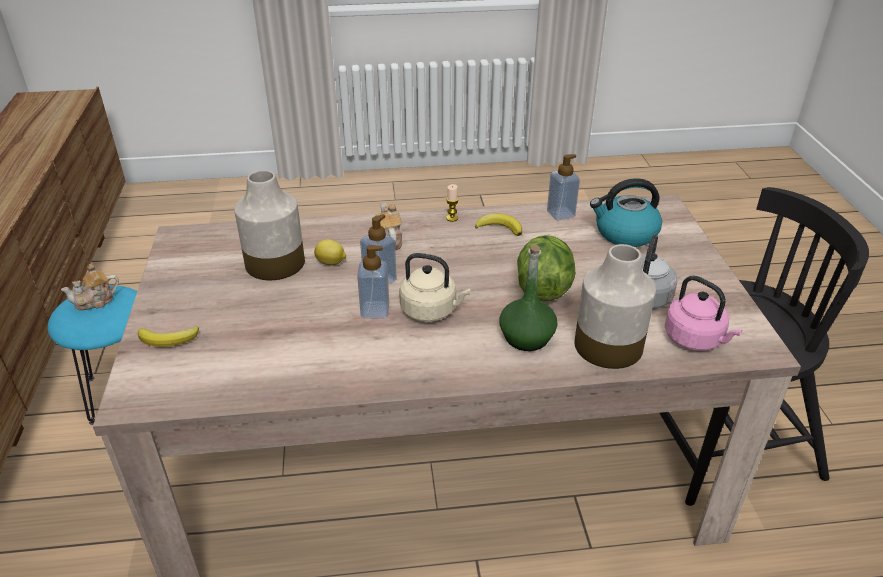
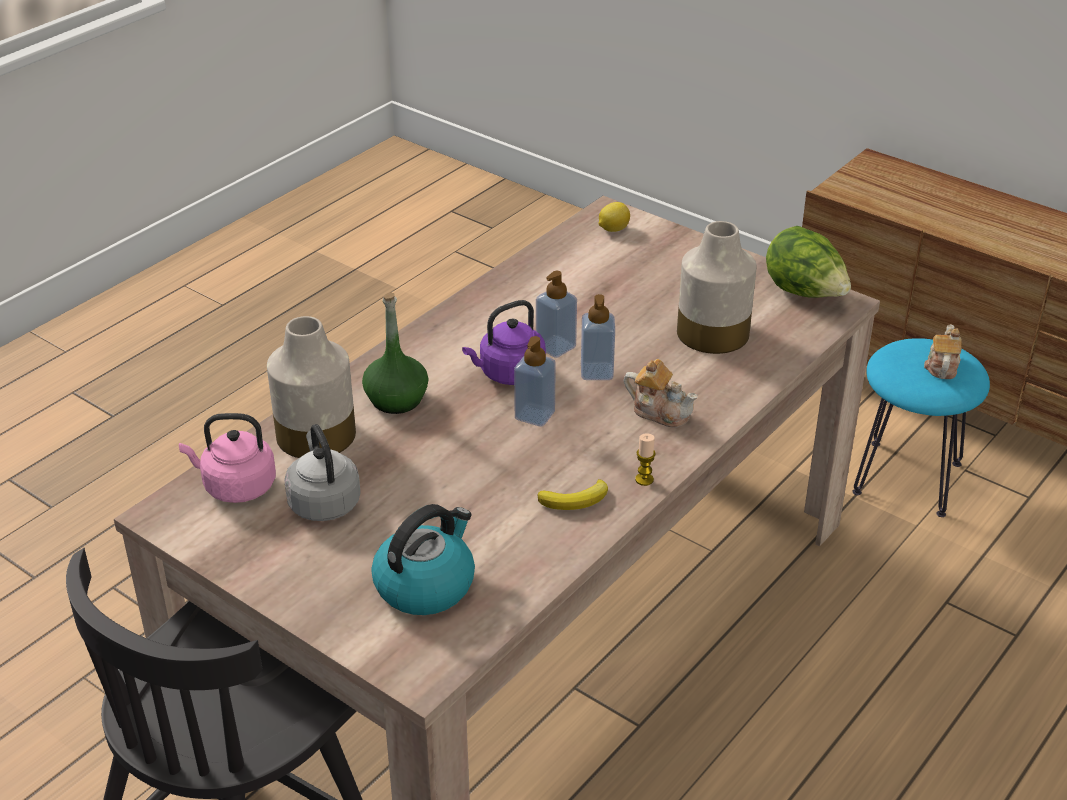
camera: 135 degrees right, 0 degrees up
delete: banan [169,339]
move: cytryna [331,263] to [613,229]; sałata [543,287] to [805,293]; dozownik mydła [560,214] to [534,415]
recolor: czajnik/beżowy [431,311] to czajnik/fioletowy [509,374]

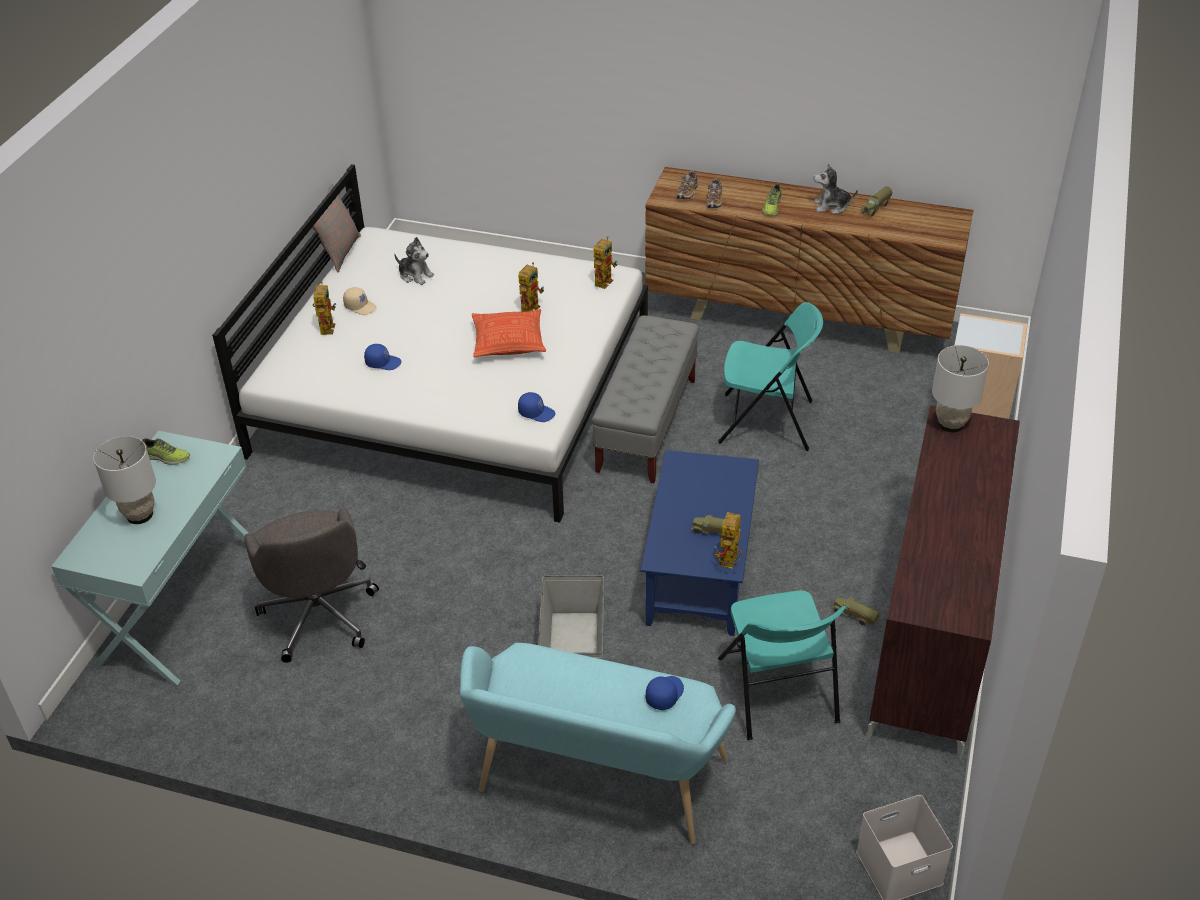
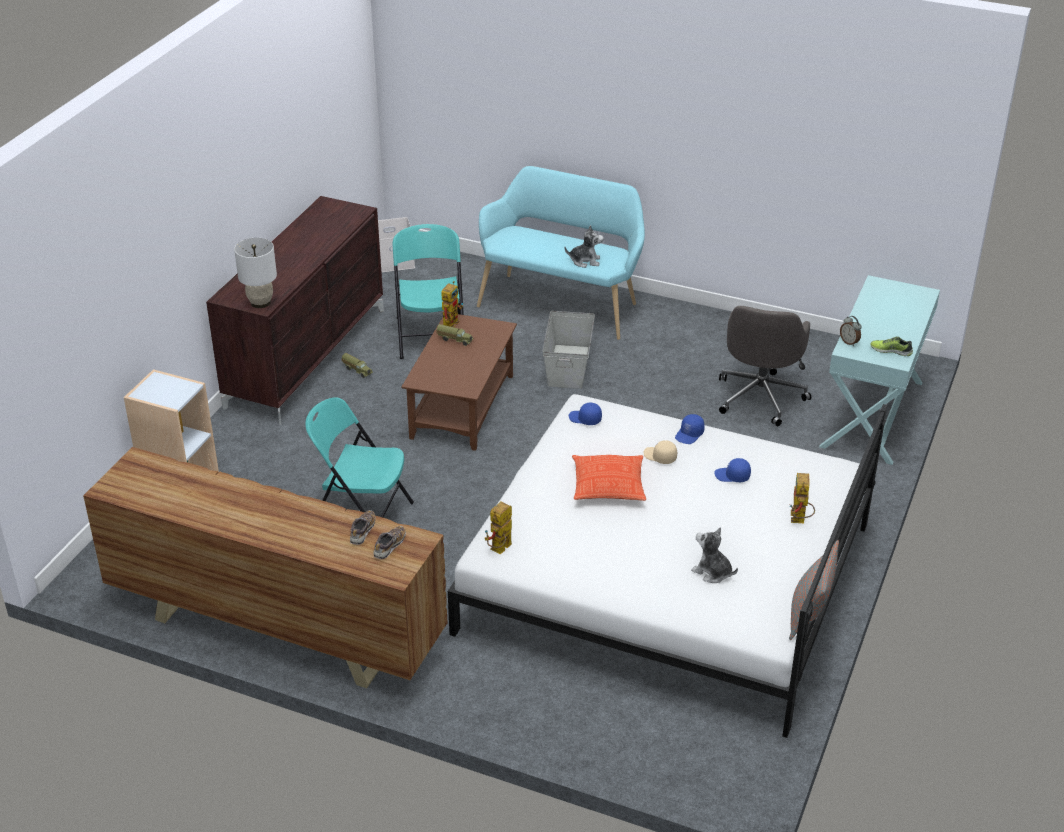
camera: 175 degrees left, 5 degrees down
delete: lampa stołowa/biały [139,515]; robot zabawkowy [531,306]; ławka/szary [647,425]; but [771,207]; ciężarówka zabawkowa [876,208]
insert: budzik [849,342]
move: czapka z daszkiem/beżowy [360,306] to [659,457]; czapka z daszkiem/niebieski [664,694] to [689,435]; pluszak [831,206] to [585,261]
recolor: ława/niebieski [700,571] to ława/brązowy [462,406]
rotate: krzesło biurowe/szary [320,617] = [760,398] 150 degrees counterclockwise

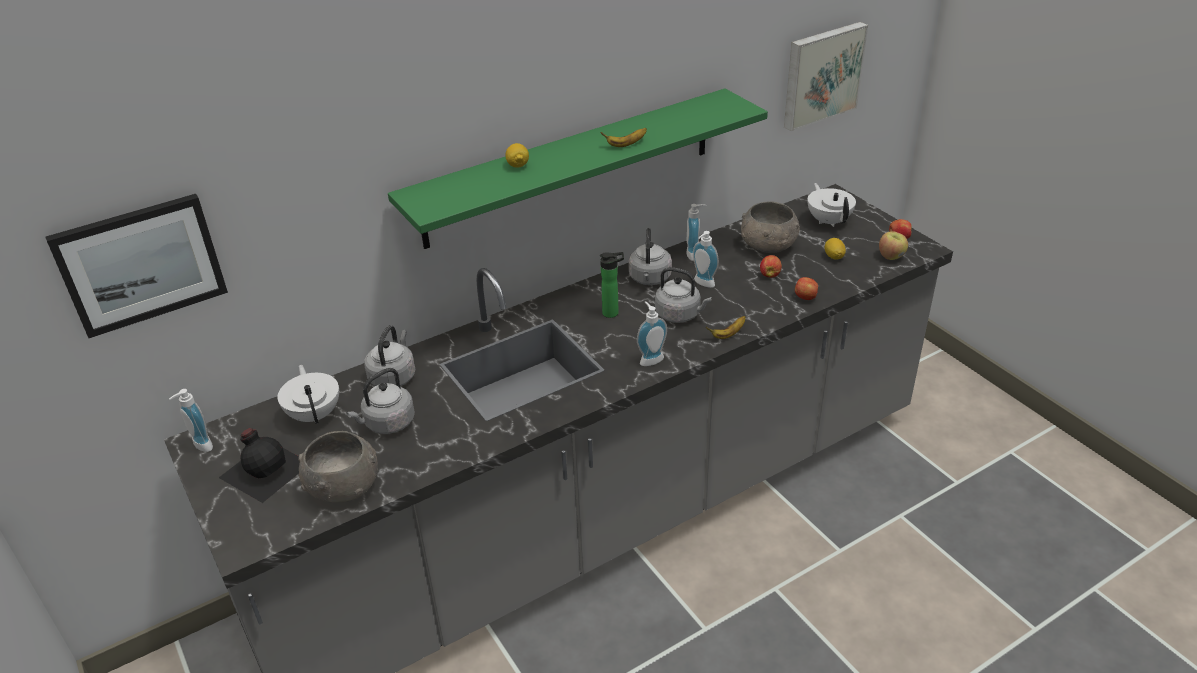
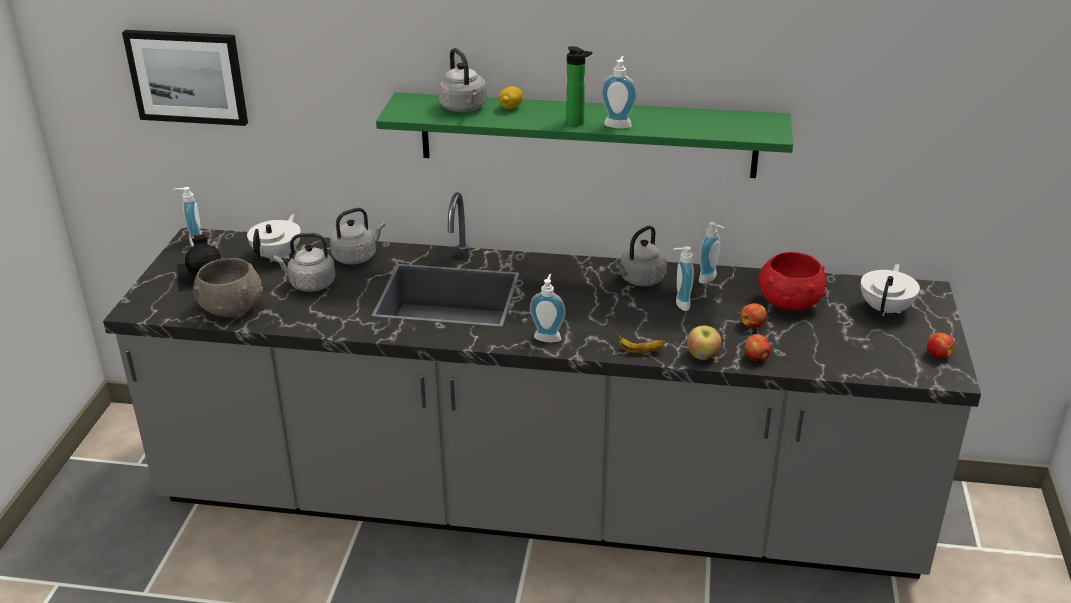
camera: 40 degrees right, 5 degrees down
delete: obraz [821,75]; cytryna [834,256]
move: butelka [613,313] to [577,123]; czajnik/szary [680,315] to [464,108]; jabłko [891,256] to [703,356]
replace: banan [626,144] to dozownik mydła [618,124]
recolor: miska/szary [768,246] to miska/czerwony [789,303]

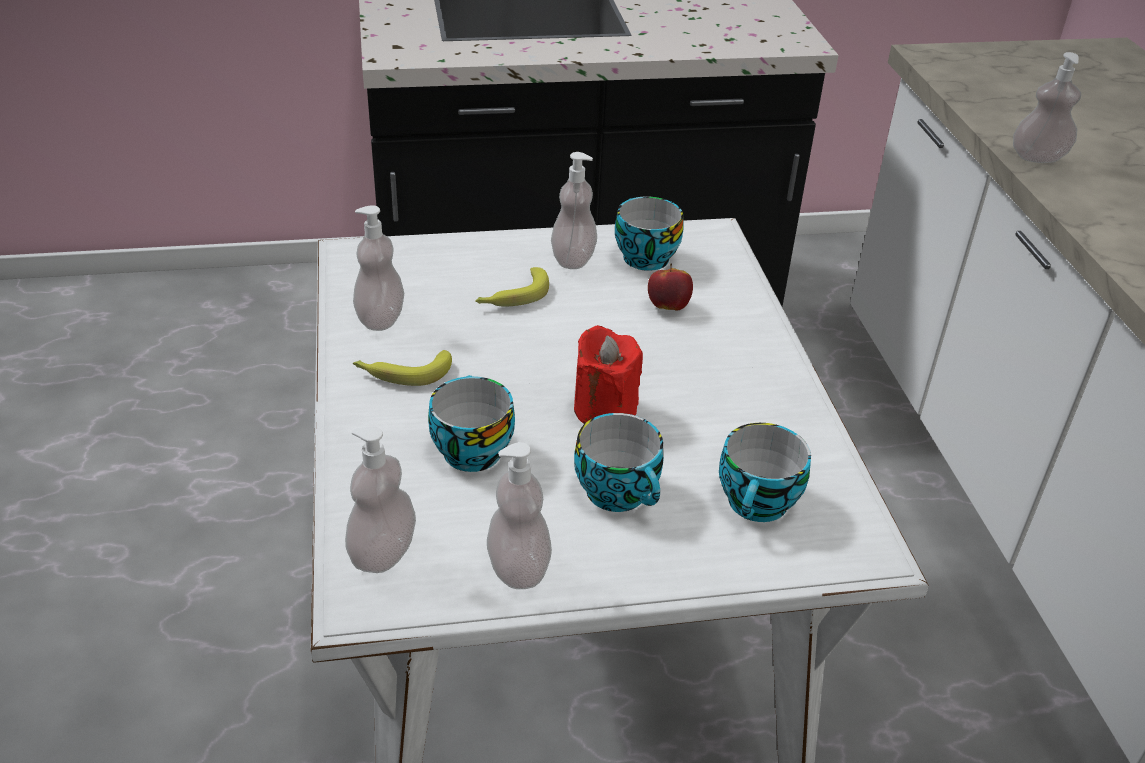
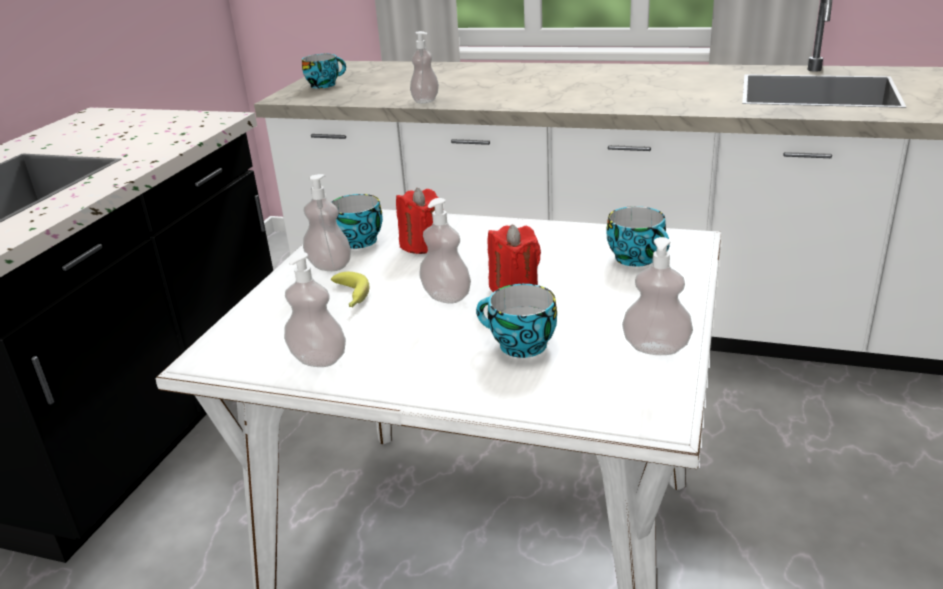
camera: 60 degrees left, 10 degrees down
delete: banan [402,372]
move: dozownik mydła [383,552] to [446,296]; filiżanka [621,493] to [325,85]
replace: jabłko [668,307] to świeca/czerwony [422,245]

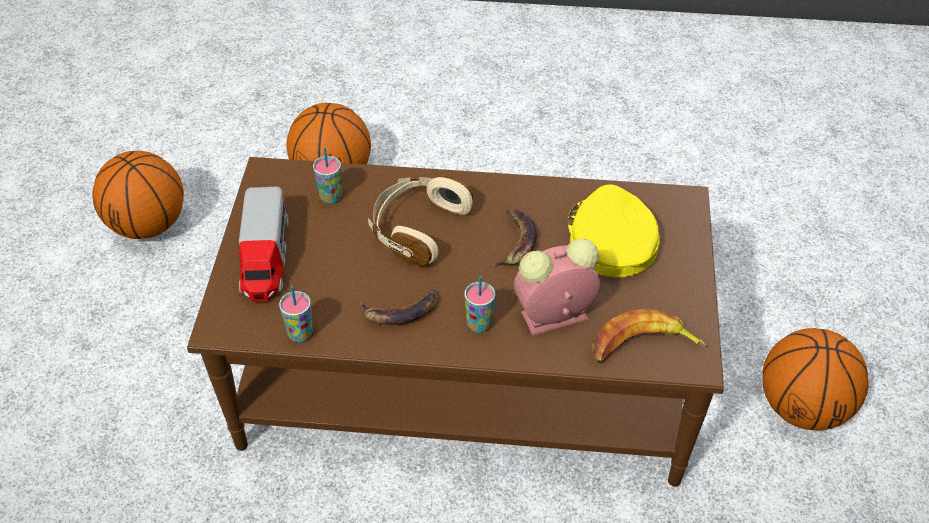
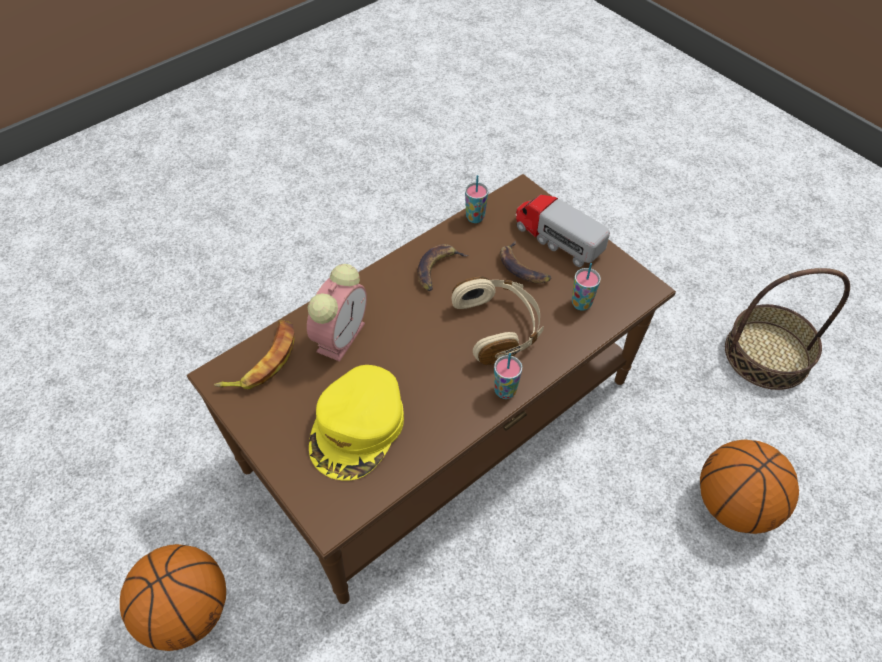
camera: 135 degrees right, 5 degrees up
move: filiżanka [479,325] to [505,391]; banan [515,241] to [522,267]
replace: piłka do koszykówki [147,225] to koszyk [767,354]
rotate: czapka z daszkiem/żółty [610,239] = [358,427] 75 degrees clockwise

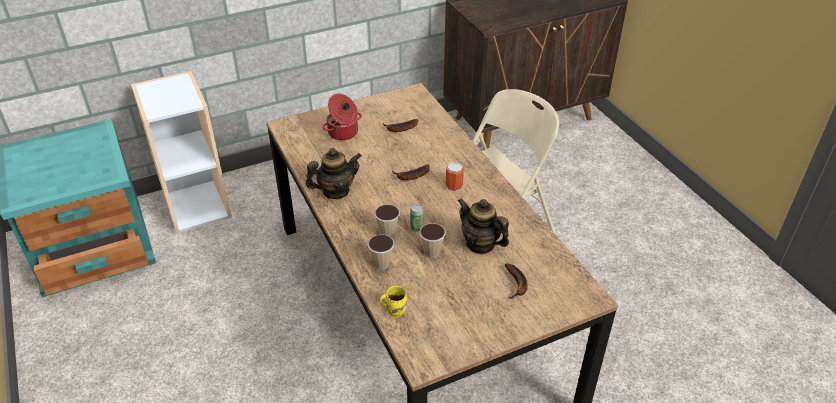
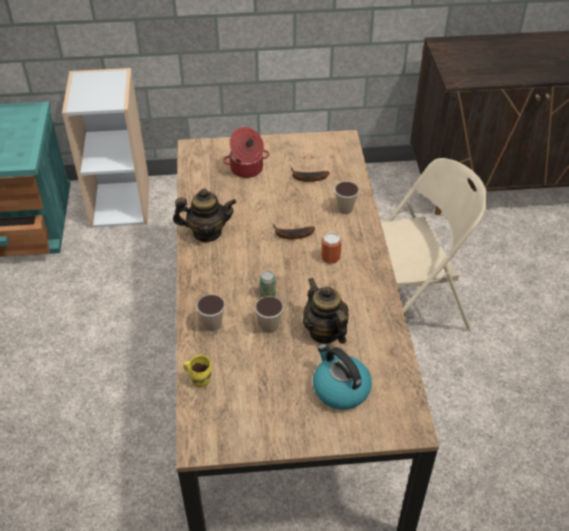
camera: 20 degrees right, 5 degrees up
move: filiżanka [387,232] to [345,209]
replace: banan [517,284] to czajnik [340,389]

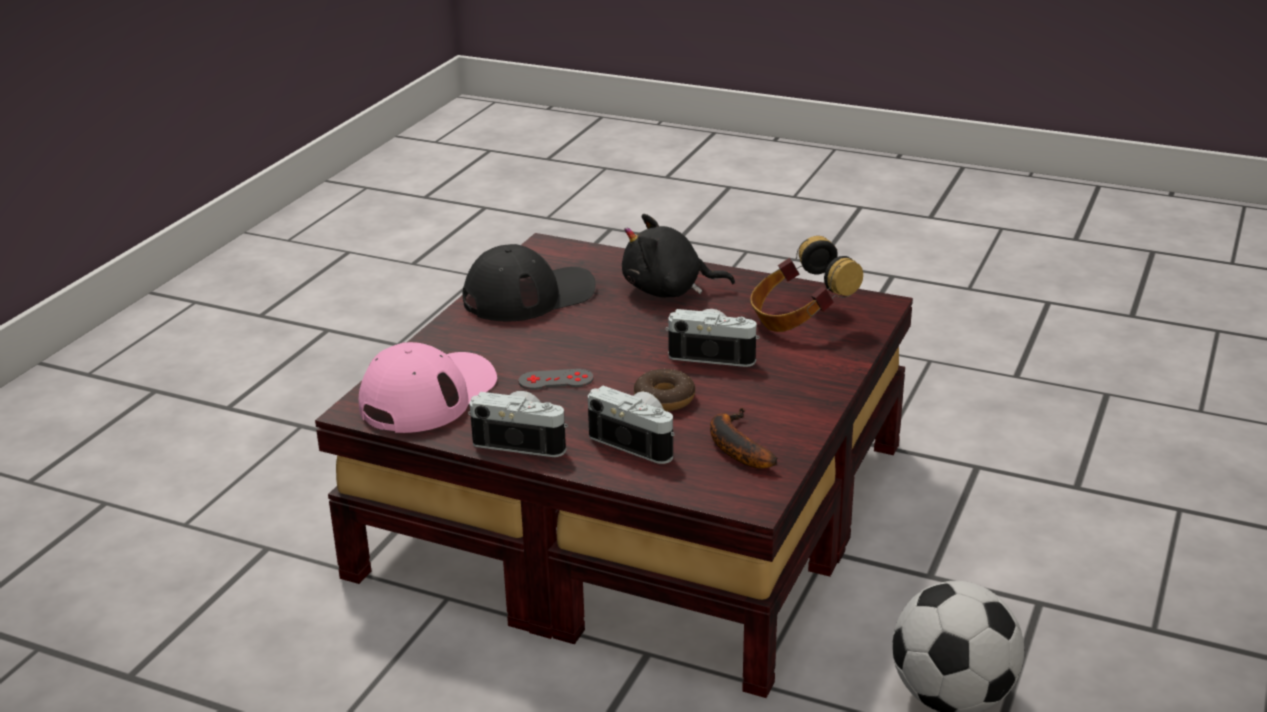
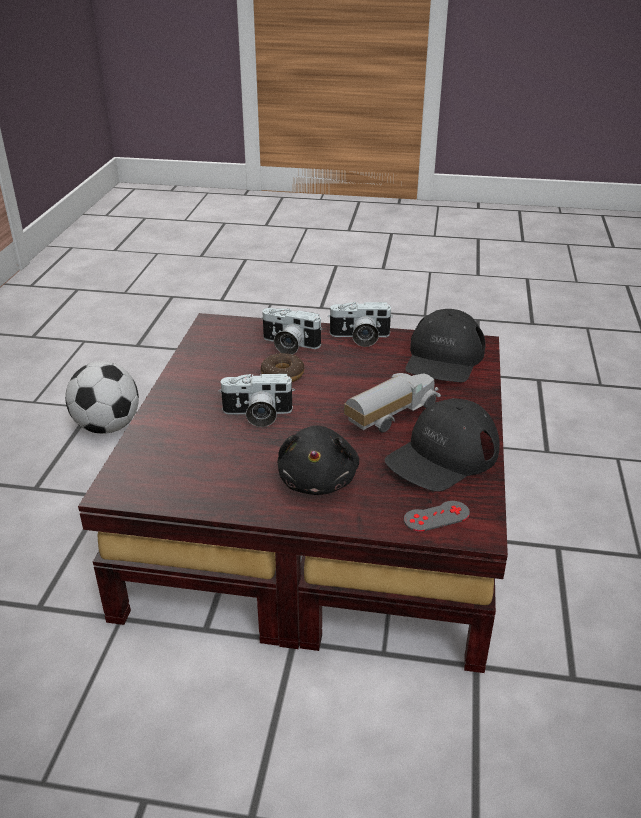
camera: 165 degrees right, 5 degrees up
delete: banan [734,446]; słuchawki [799,320]
insert: ciężarówka zabawkowa [391,415]
move: pad do gier/szary [556,380] to [436,516]
recolor: czapka z daszkiem/różowy [428,395] to czapka z daszkiem/czarny [444,358]
rotate: pluszak/czarny [668,290] = [318,480] 105 degrees clockwise

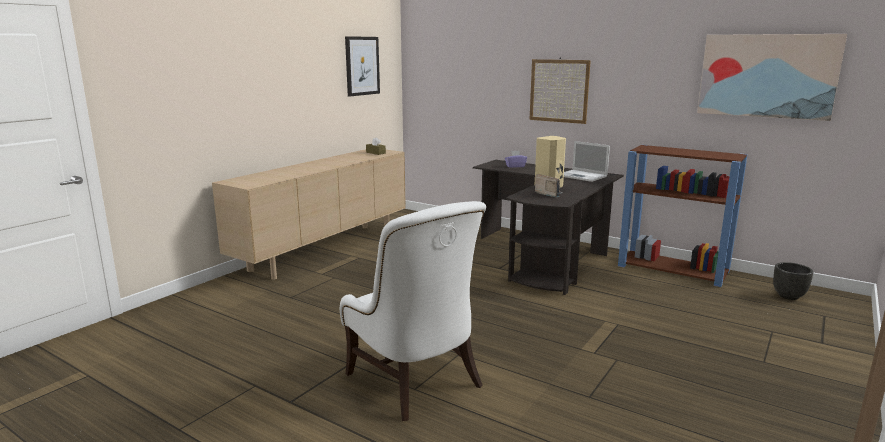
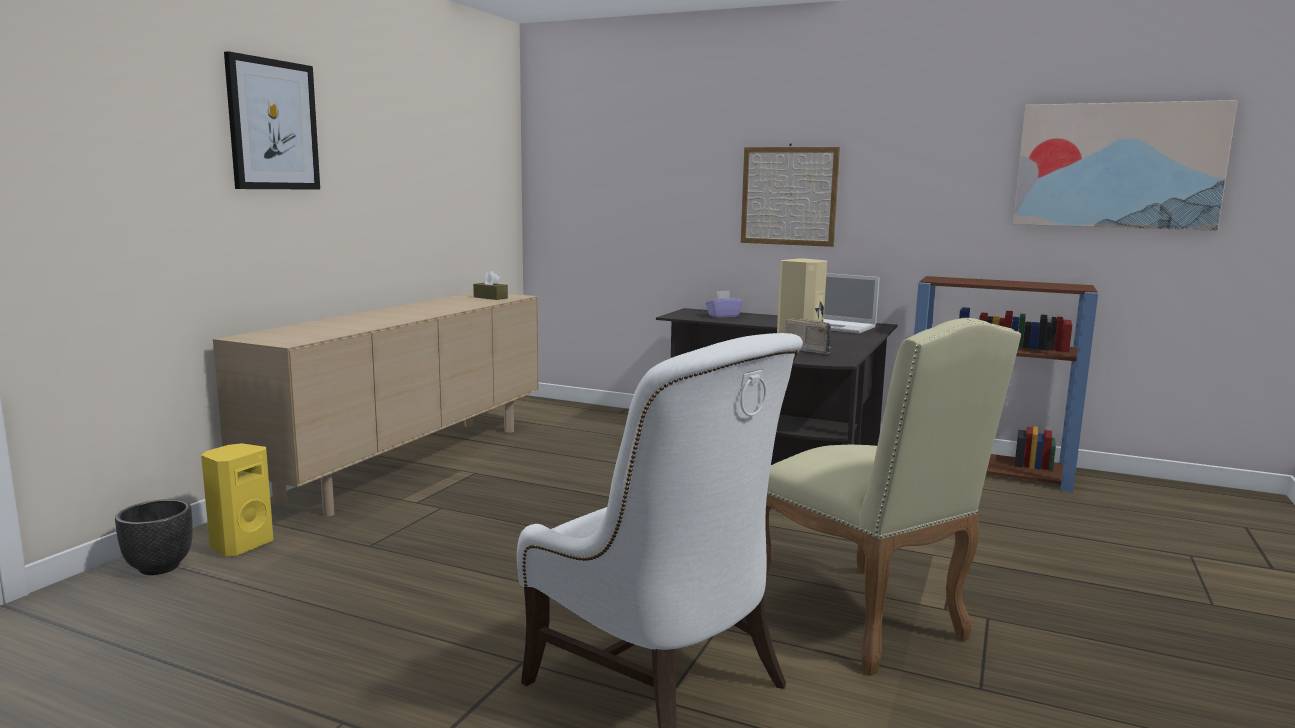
camera: 10 degrees left, 5 degrees down
insert: głośnik/żółty [240,545]; krzesło/beżowy [863,620]
move: obraz [362,66] to [273,125]; donica/czarny [789,296] to [159,568]

